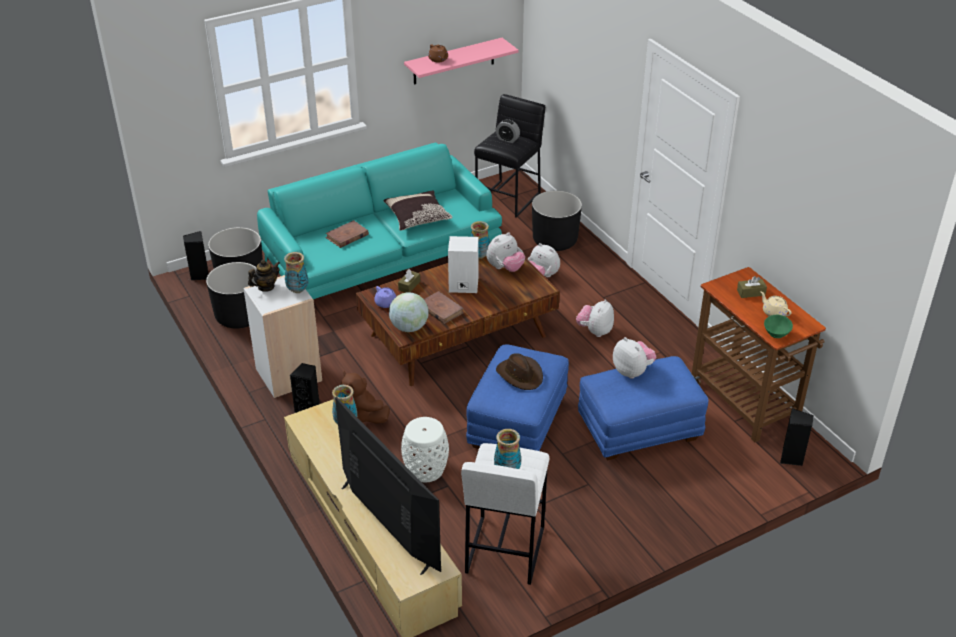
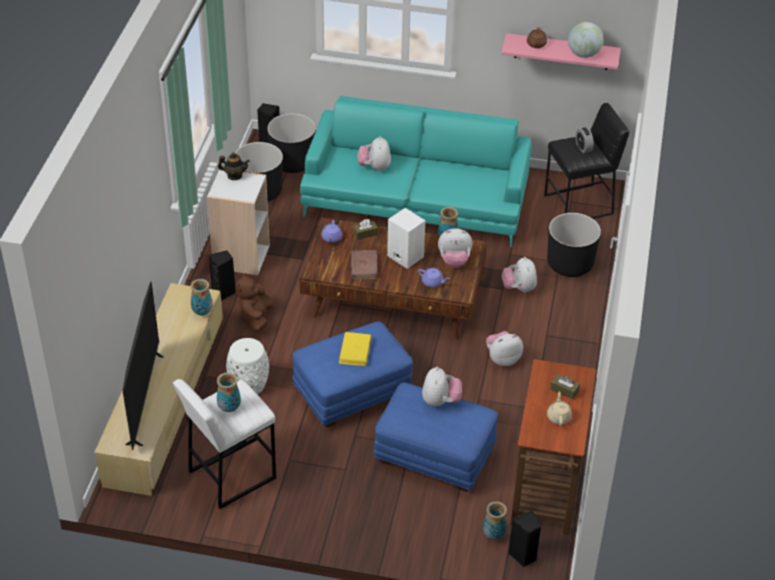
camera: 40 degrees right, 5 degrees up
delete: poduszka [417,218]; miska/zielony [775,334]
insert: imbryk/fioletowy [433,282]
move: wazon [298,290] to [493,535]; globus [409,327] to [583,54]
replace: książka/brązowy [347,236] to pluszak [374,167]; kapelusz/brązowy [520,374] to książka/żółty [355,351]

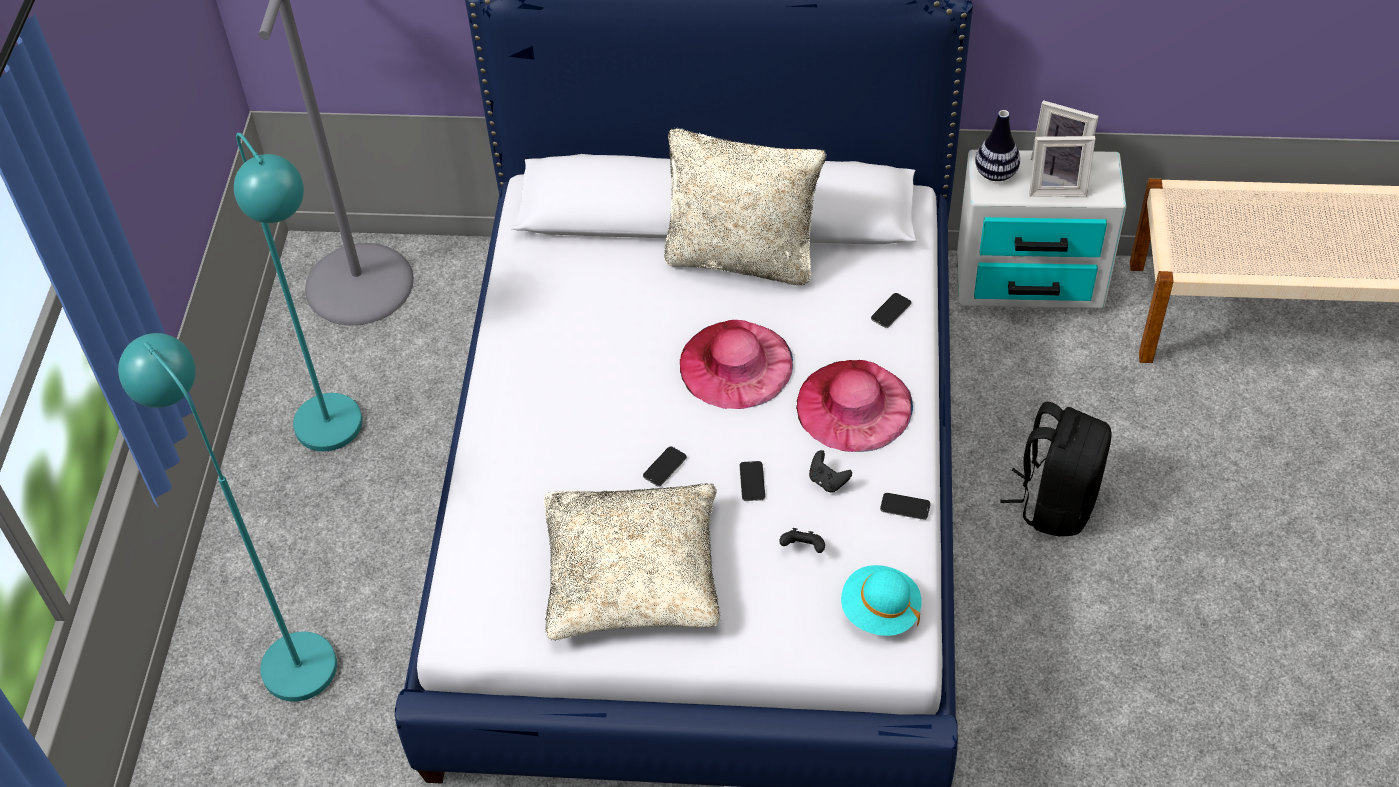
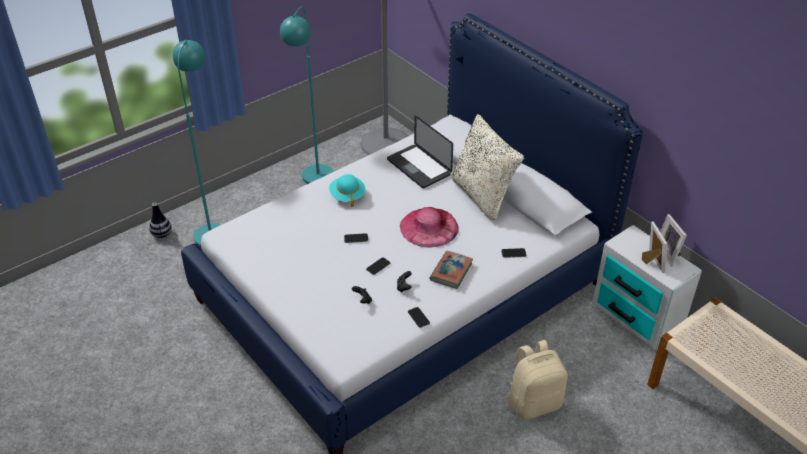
camera: 45 degrees right, 10 degrees down
delete: poduszka/beżowy [634,574]
insert: laptop [419,167]
move: kapelusz/turkusowy [880,611] to [347,195]; wazon [995,173] to [162,234]
replace: kapelusz/różowy [854,405] to książka [451,272]
recolor: plecak/czarny [1055,502] to plecak/beżowy [534,402]
rotate: ramka na zdjęcie [1057,188] = [651,262] 150 degrees counterclockwise

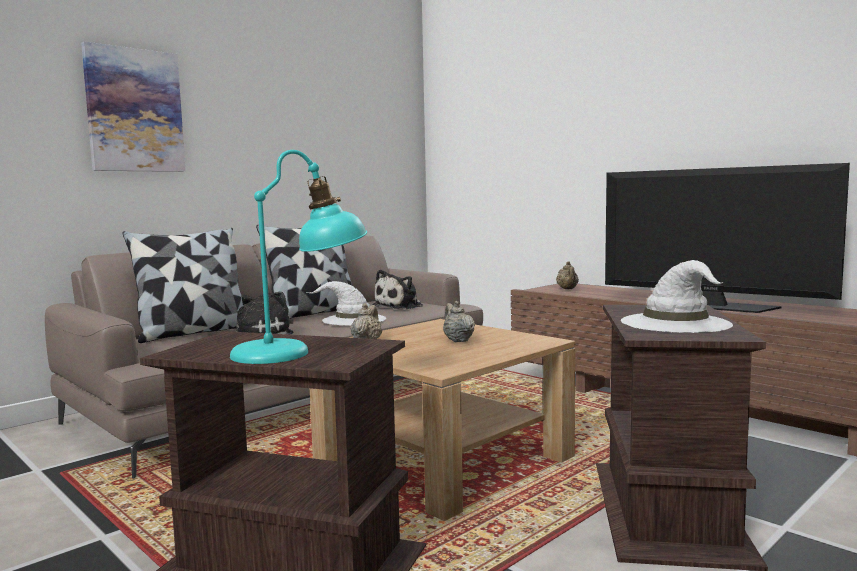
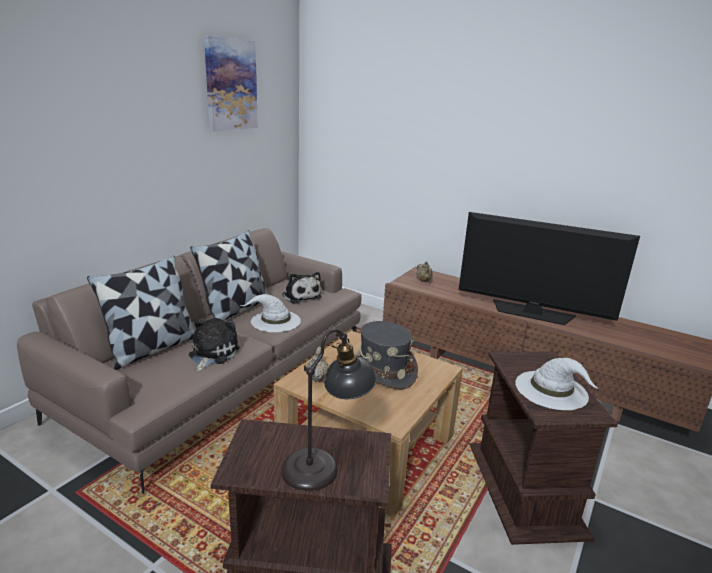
camera: 15 degrees left, 15 degrees up
move: obraz [134,110] to [230,85]
replace: imbryk/beżowy [458,340] to kapelusz/szary [382,371]
recolor: lampa stołowa/turkusowy [301,349] to lampa stołowa/szary [326,457]
rotate: pluszak [400,306] = [301,296] 60 degrees counterclockwise

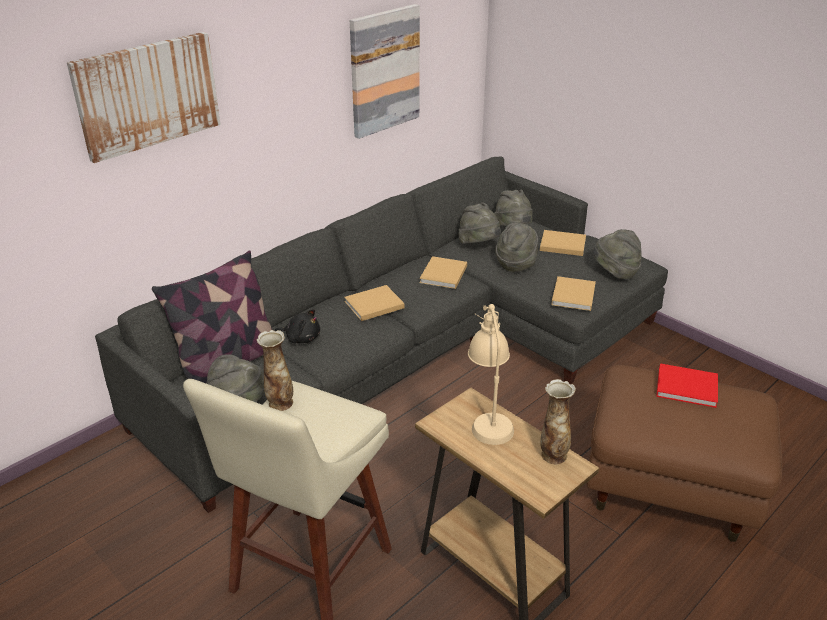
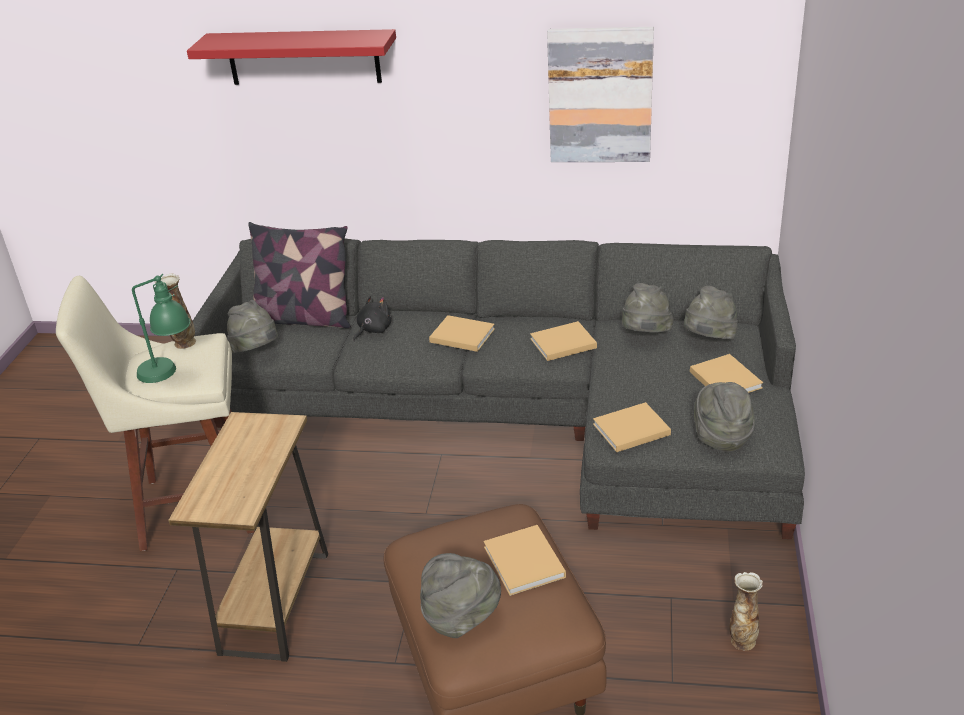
camera: 55 degrees right, 0 degrees up
delete: lampa stołowa/beżowy [488,417]
insert: lampa stołowa/zielony [171,374]
move: kapelusz/szary [516,263] to [461,618]; wazon [553,455] to [742,640]
replace: obraz [147,95] to półka/czerwony [303,57]
recolor: książka/czerwony [689,388] to książka/beżowy [525,564]
rotate: pluszak/czarny [301,338] = [373,330] 120 degrees counterclockwise

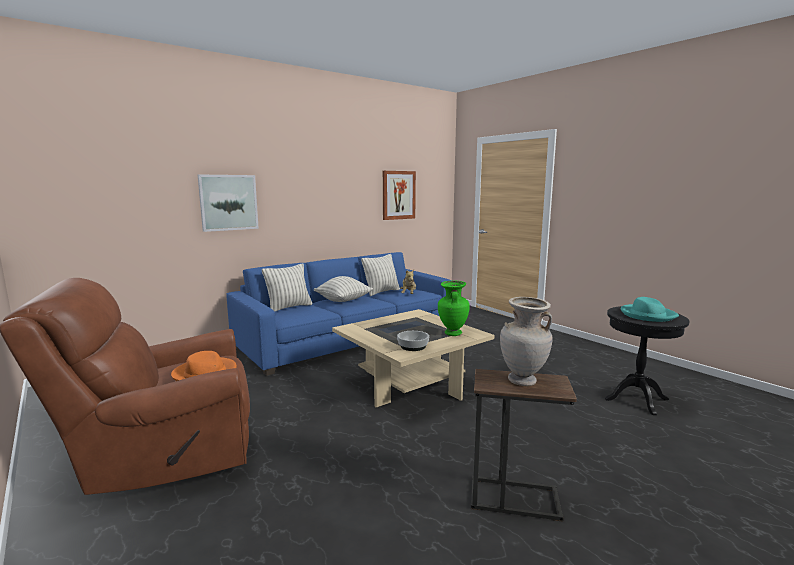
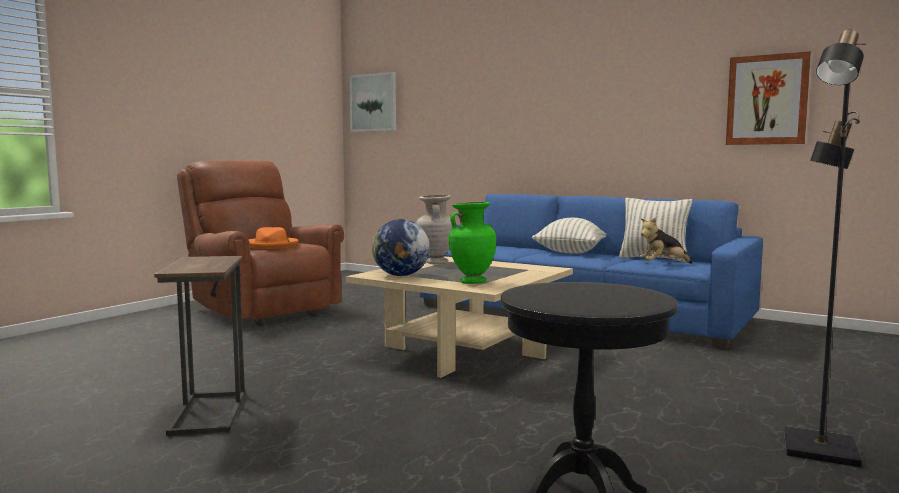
camera: 70 degrees right, 5 degrees down
delete: poduszka [289,307]; kapelusz/turkusowy [647,315]
insert: lampa stojąca/czarny [820,448]
move: obraz [228,202] to [373,102]; wazon/beżowy [522,381] to [436,262]
replace: miska [413,347] to globus [400,275]

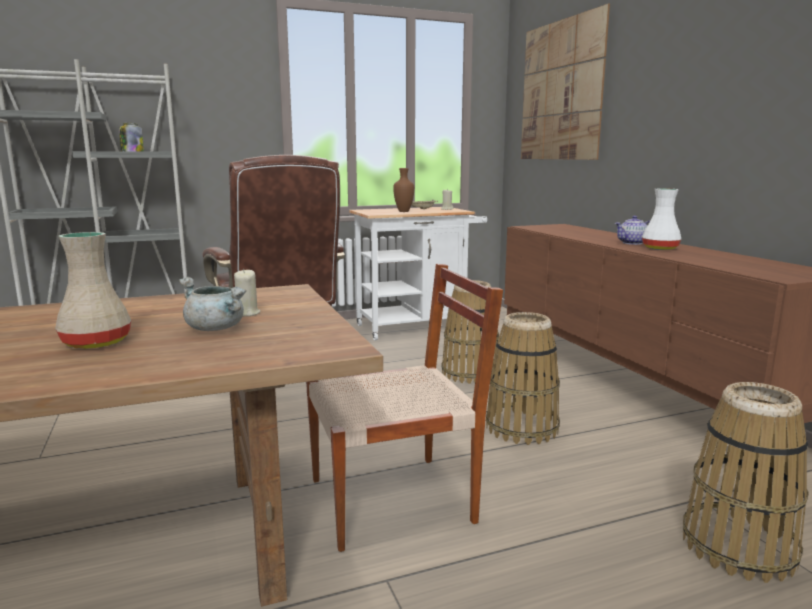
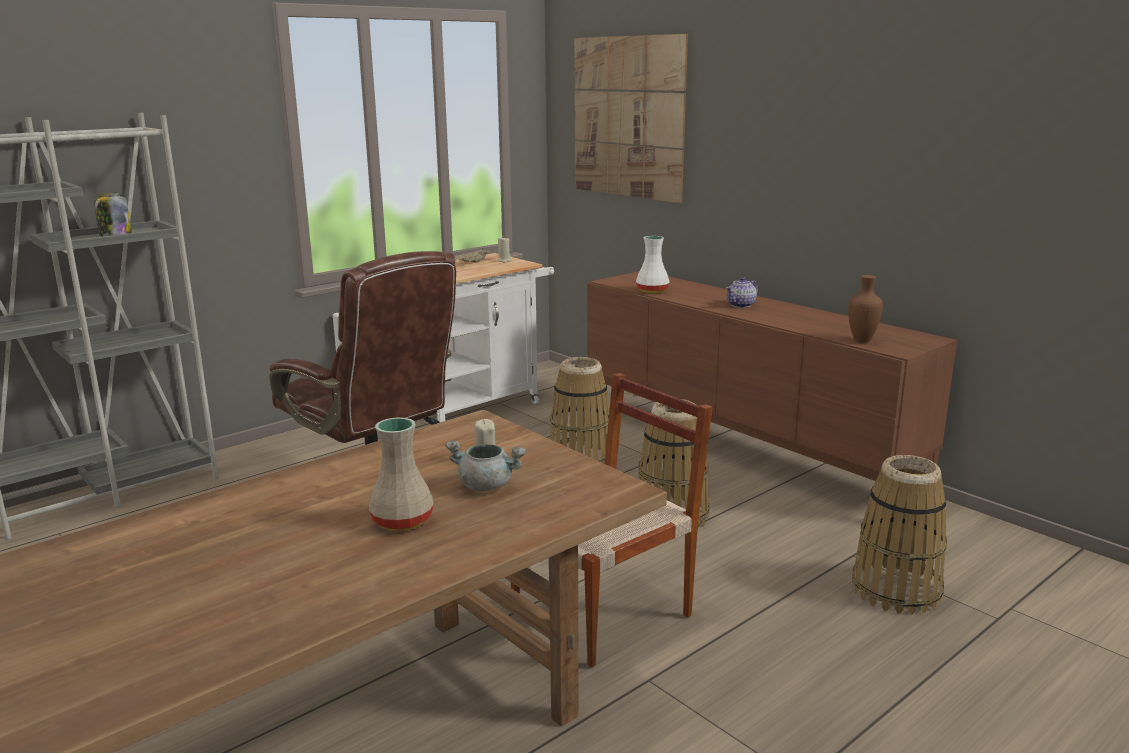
camera: 20 degrees left, 5 degrees up
move: wazon/brązowy [404,211] to [863,341]; wazon/biały [660,248] to [652,291]

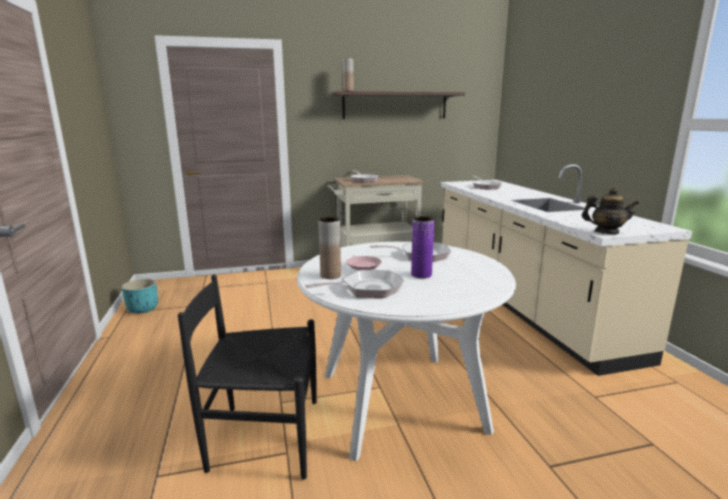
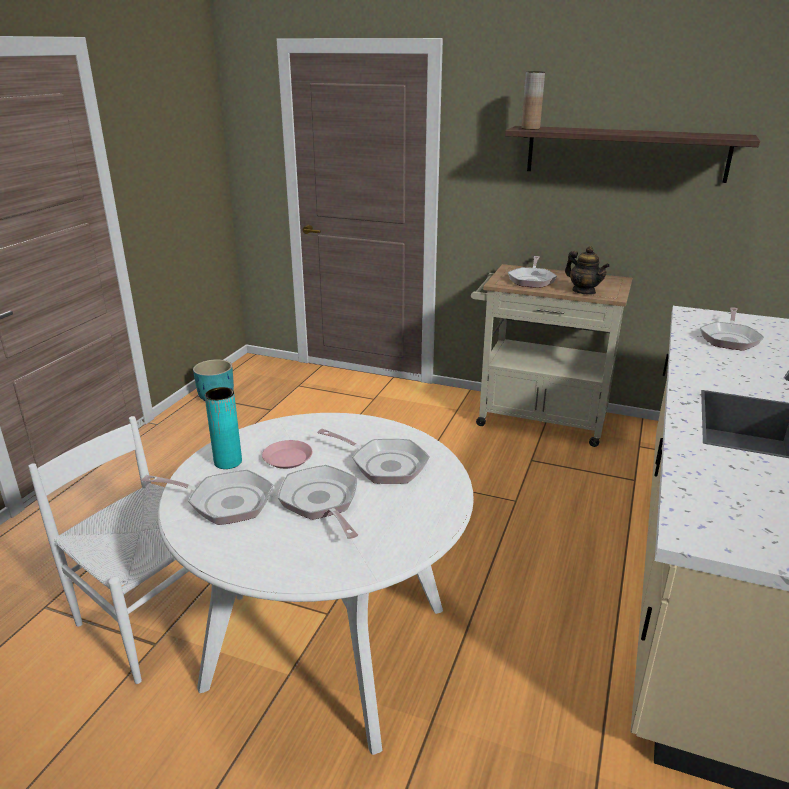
camera: 35 degrees right, 10 degrees up
move: imbryk [606,232] to [584,291]
replace: wazon/fioletowy [421,275] to patelnia [321,502]
recolor: krzesło/czarny [264,437] to krzesło/biały [156,614]; wazon/brązowy [330,275] to wazon/turkusowy [228,462]

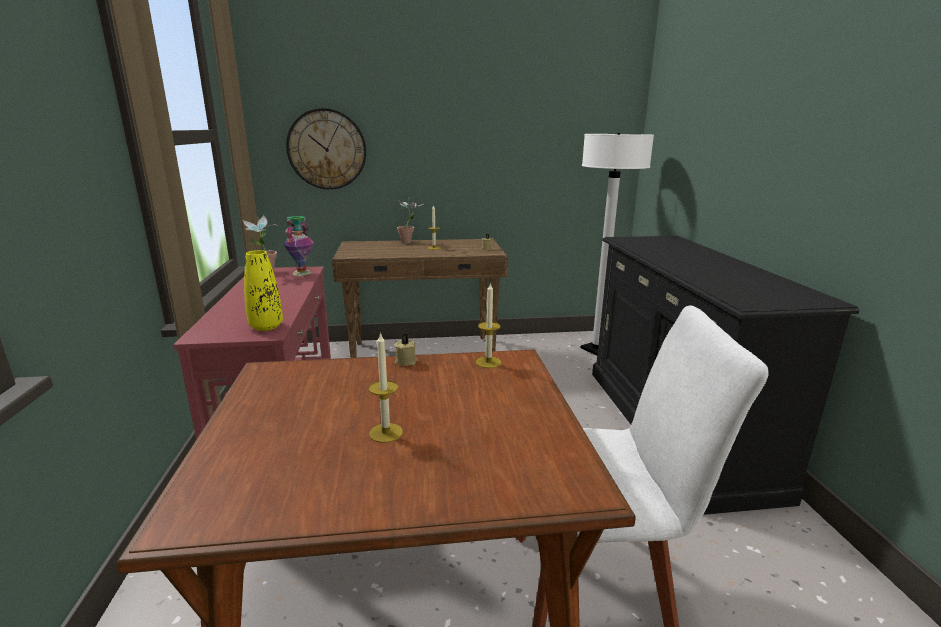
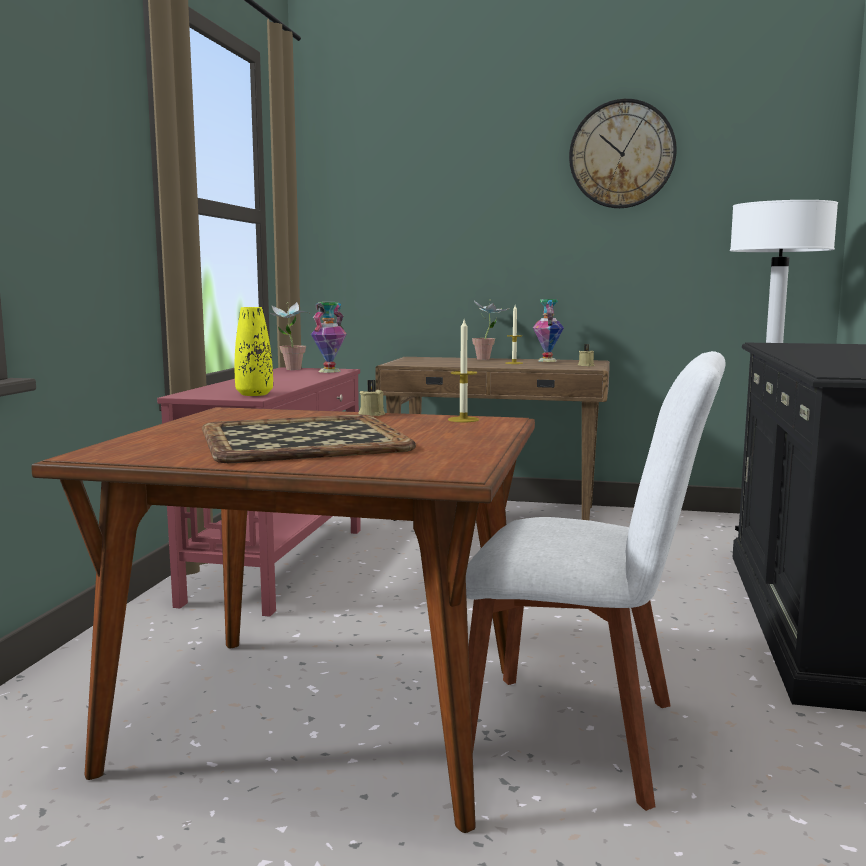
camera: 20 degrees right, 10 degrees down
insert: wazon [547,360]
move: zegar ścienny [327,149] to [622,154]
replace: świeca [386,433] to taca [301,440]

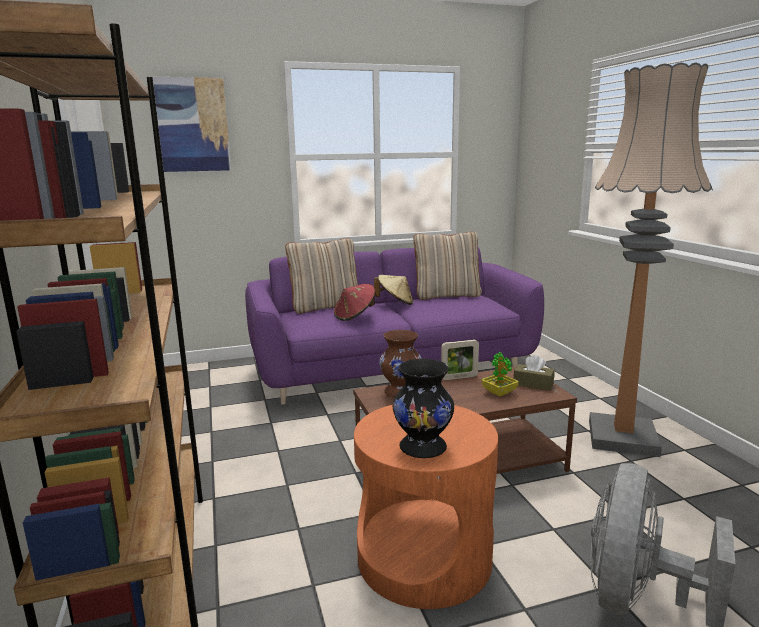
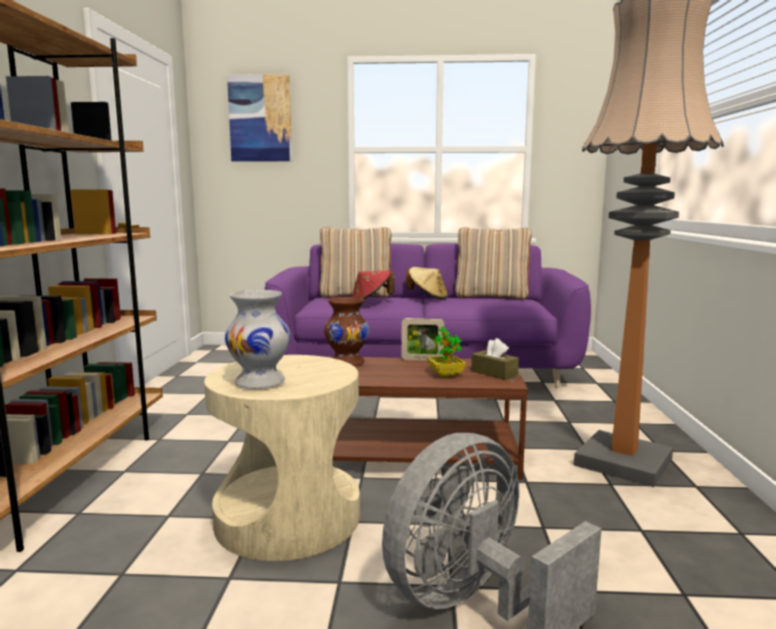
camera: 20 degrees right, 5 degrees down
recolor: stolik/pomarańczowy [423,557] to stolik/beżowy [287,517]; wazon/czarny [422,448] to wazon/biały [258,382]

